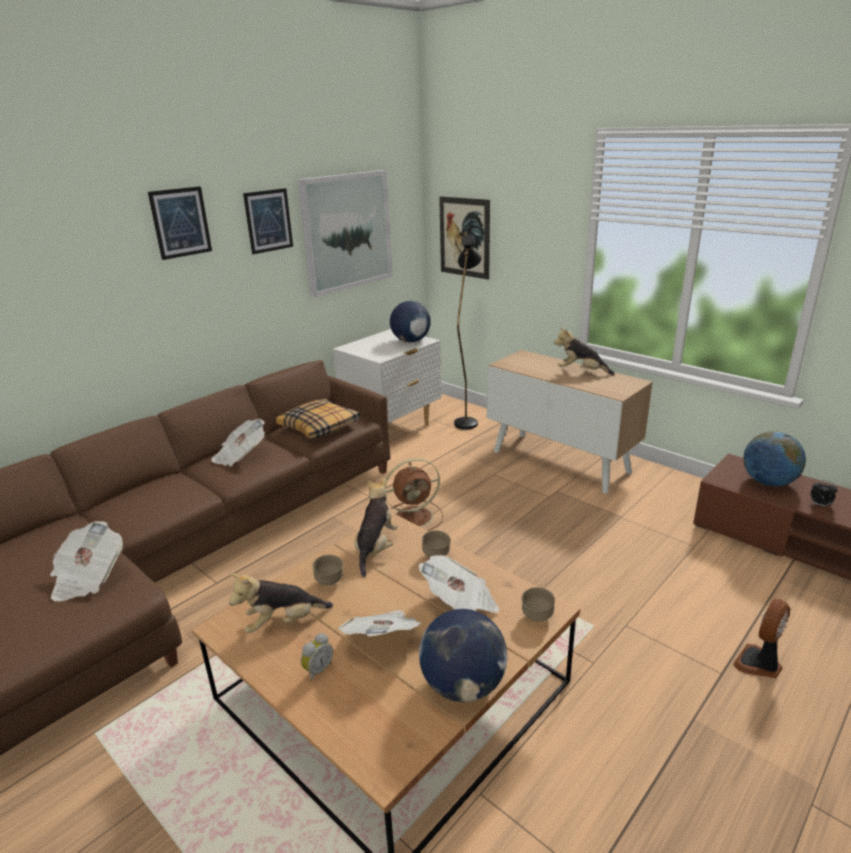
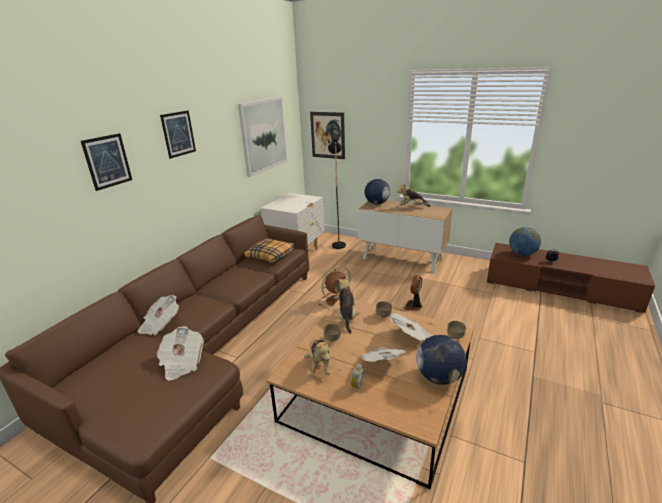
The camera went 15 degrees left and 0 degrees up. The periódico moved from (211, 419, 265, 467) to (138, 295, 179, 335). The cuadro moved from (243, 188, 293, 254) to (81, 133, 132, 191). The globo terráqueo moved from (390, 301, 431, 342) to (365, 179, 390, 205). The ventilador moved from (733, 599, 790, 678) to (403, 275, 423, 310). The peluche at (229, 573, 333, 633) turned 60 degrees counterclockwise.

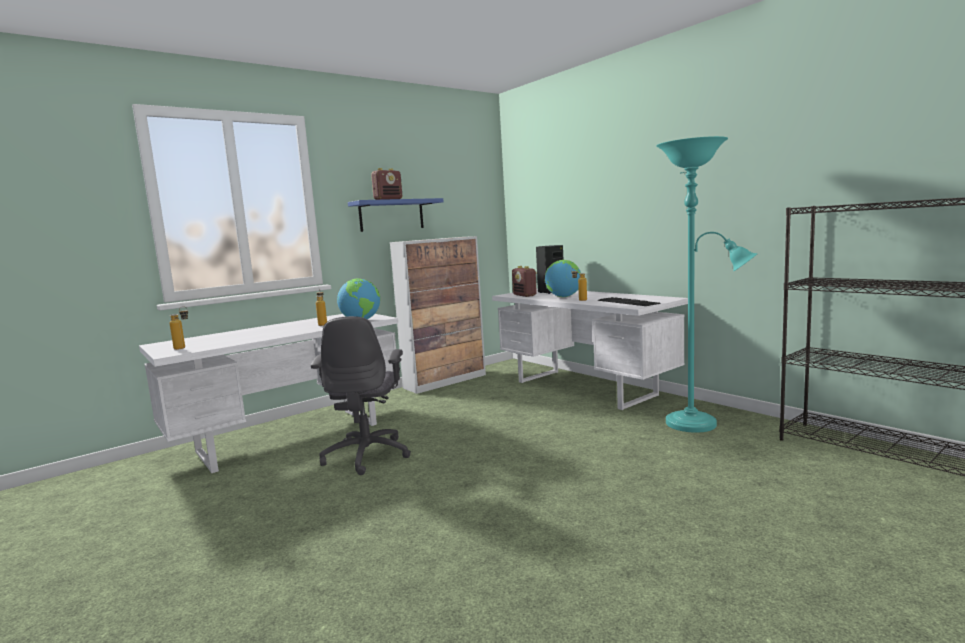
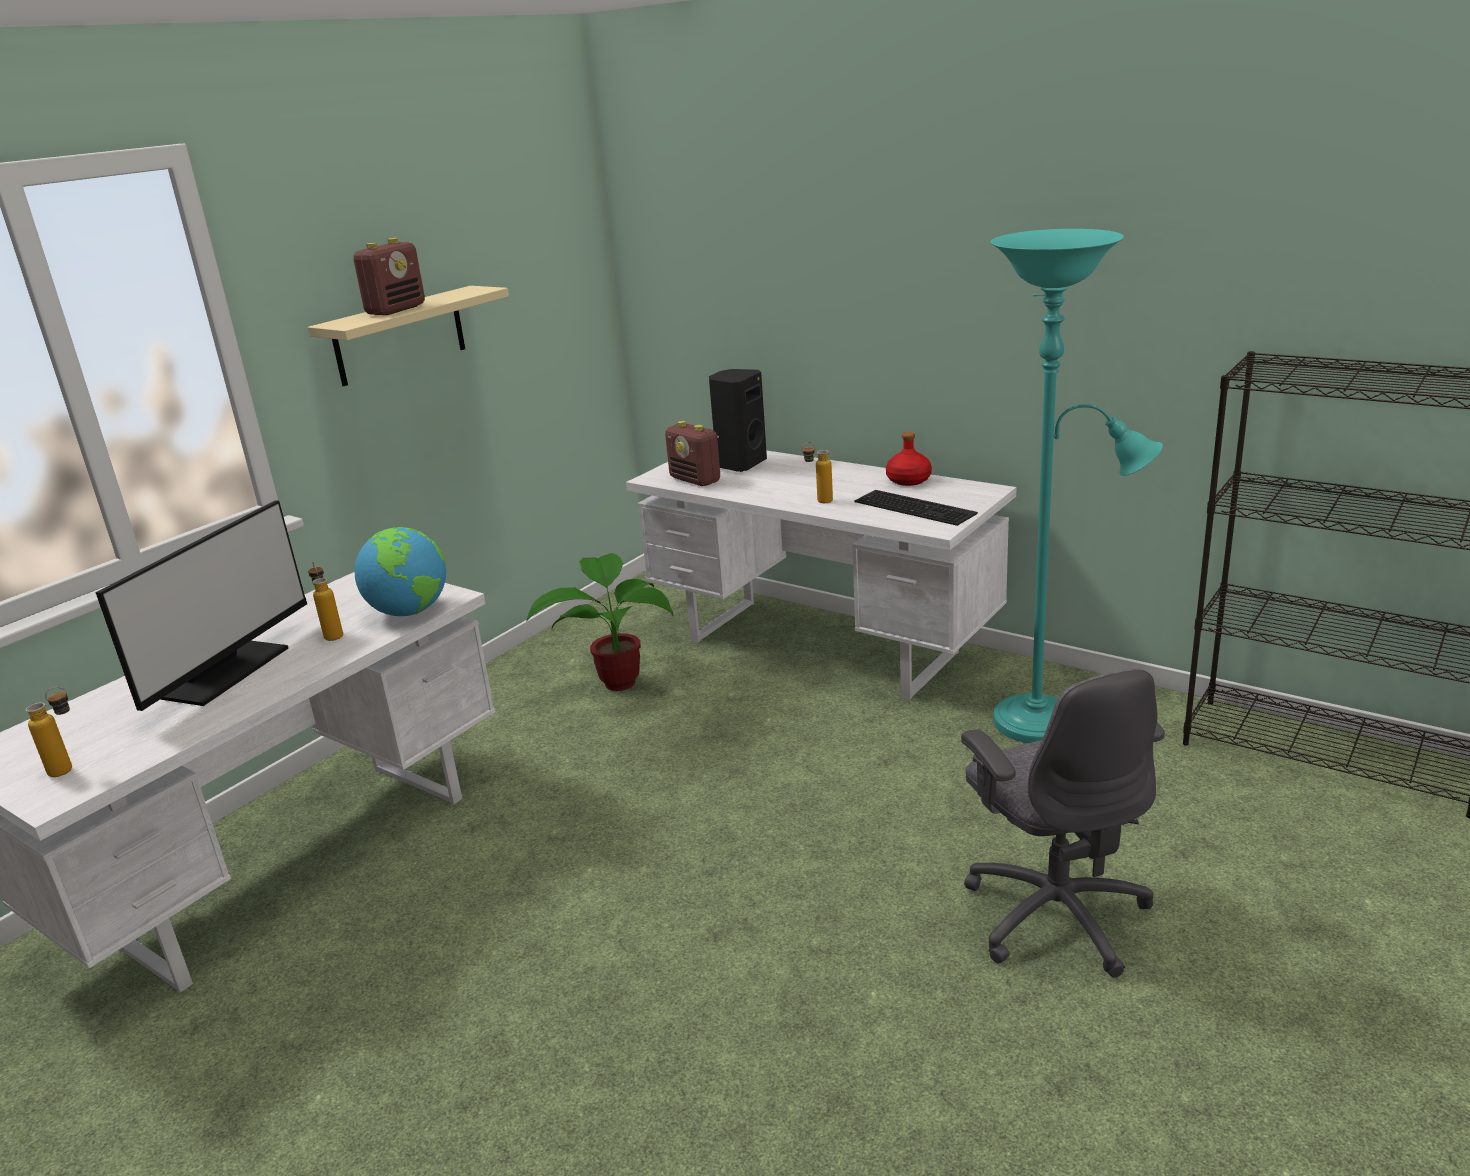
The camera went 15 degrees left and 15 degrees up. The armario at (390, 236, 486, 394) disappeared. The globo terráqueo at (545, 260, 581, 297) disappeared. The monitor at (95, 500, 307, 711) appeared. The planta en maceta at (526, 553, 673, 691) appeared. The botella [rojo] at (886, 432, 932, 486) appeared. The silla de oficina [gris] moved from (311, 316, 411, 475) to (961, 668, 1165, 977). The estante [azul] at (348, 198, 443, 232) became the estante [beis] at (307, 286, 509, 386).

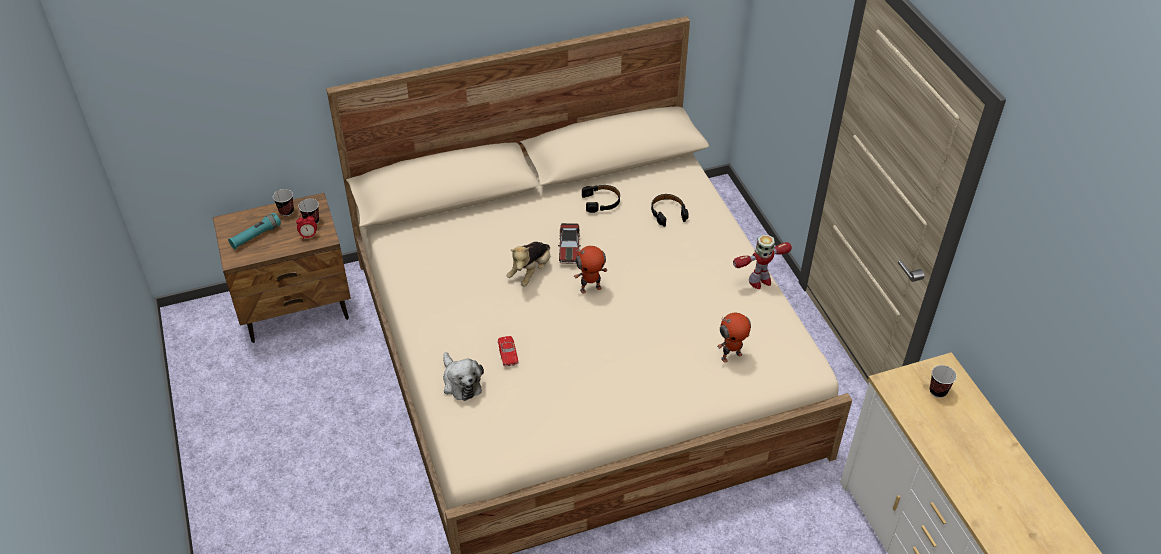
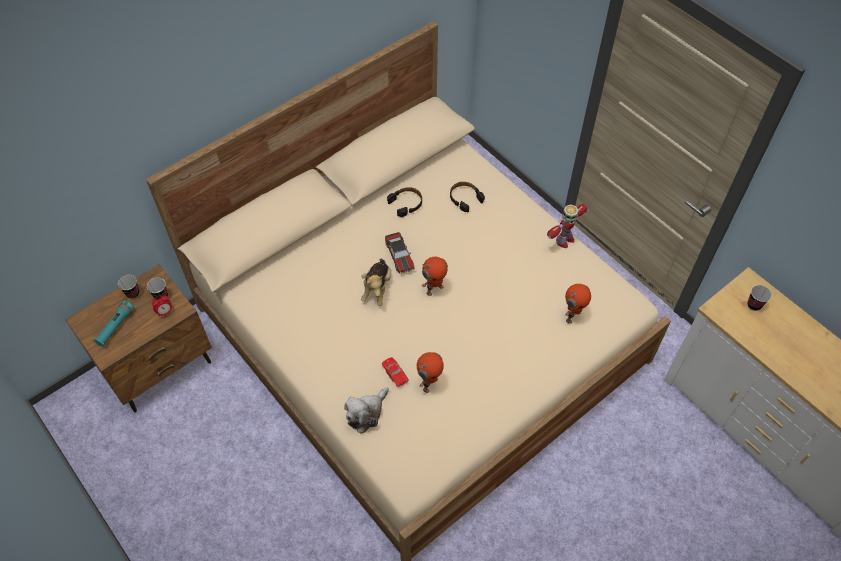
The camera went 20 degrees left and 10 degrees up. The robot de juguete at (417, 352, 444, 393) appeared. The peluche at (443, 352, 484, 401) turned 90 degrees clockwise.

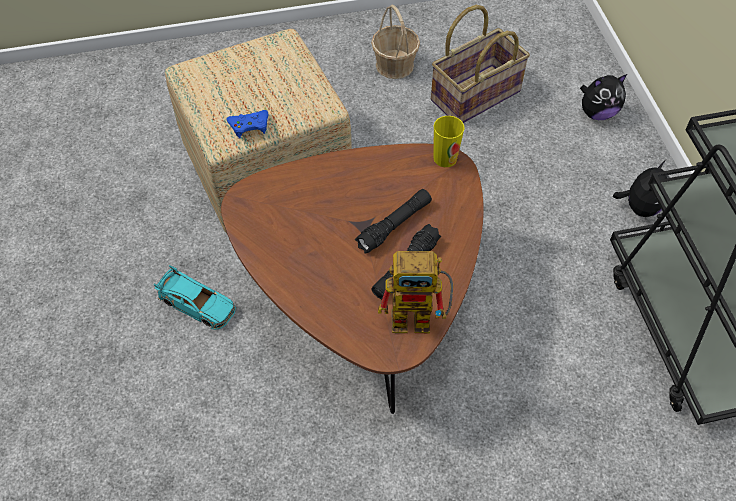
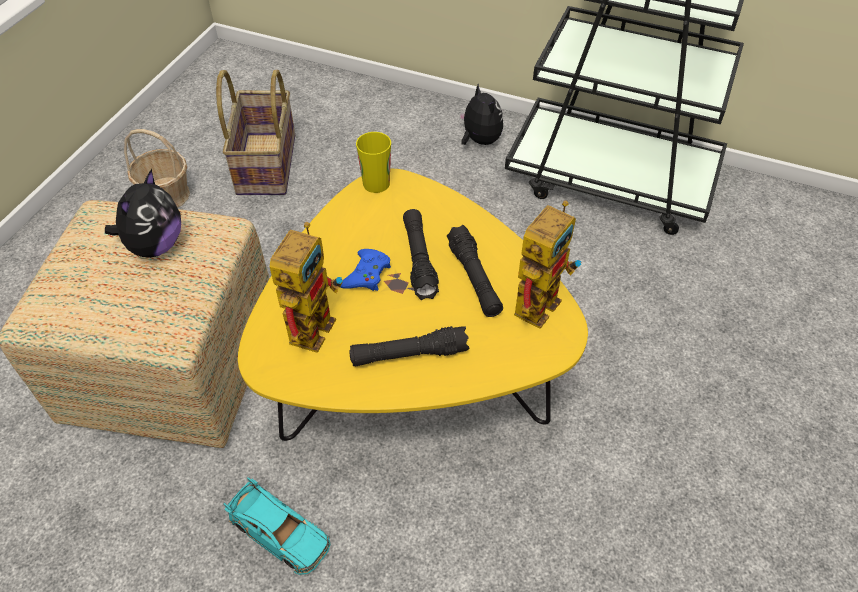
The camera went 55 degrees left and 5 degrees down. The robot de juguete at (270, 222, 343, 353) appeared. The linterna [negro] at (349, 326, 469, 366) appeared. The mando de consola [azul] moved from (227, 110, 268, 138) to (340, 249, 391, 291). The peluche moved from (580, 74, 627, 120) to (105, 169, 181, 258). The mesa de centro [marrón] at (221, 143, 484, 414) became the mesa de centro [amarillo] at (238, 169, 588, 441). The coche de juguete [turquesa] at (154, 265, 236, 330) turned 60 degrees clockwise.

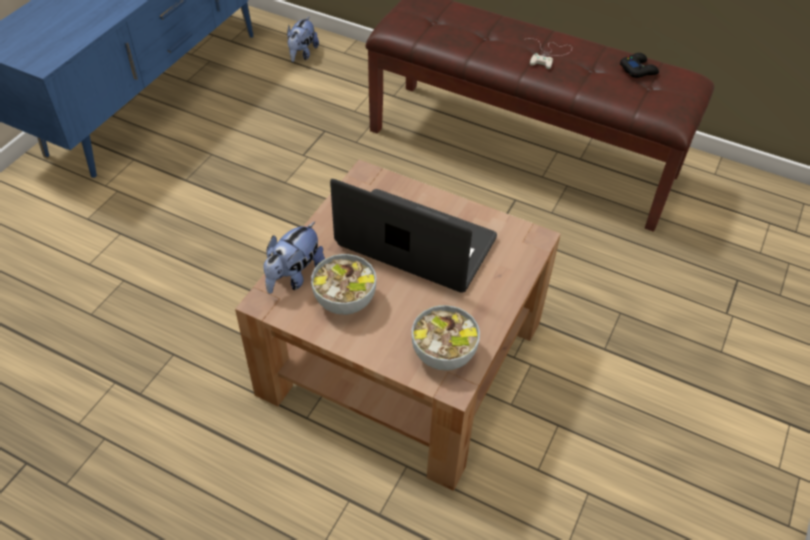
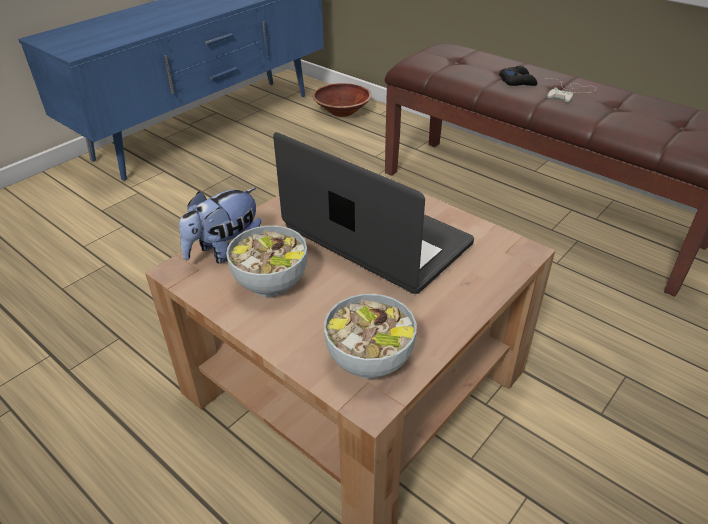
The camera went 15 degrees right and 10 degrees down. The mando de consola [negro] moved from (620, 53, 659, 78) to (499, 66, 537, 86). The peluche at (287, 17, 319, 62) was replaced by the cuenco [marrón] at (312, 83, 372, 117).

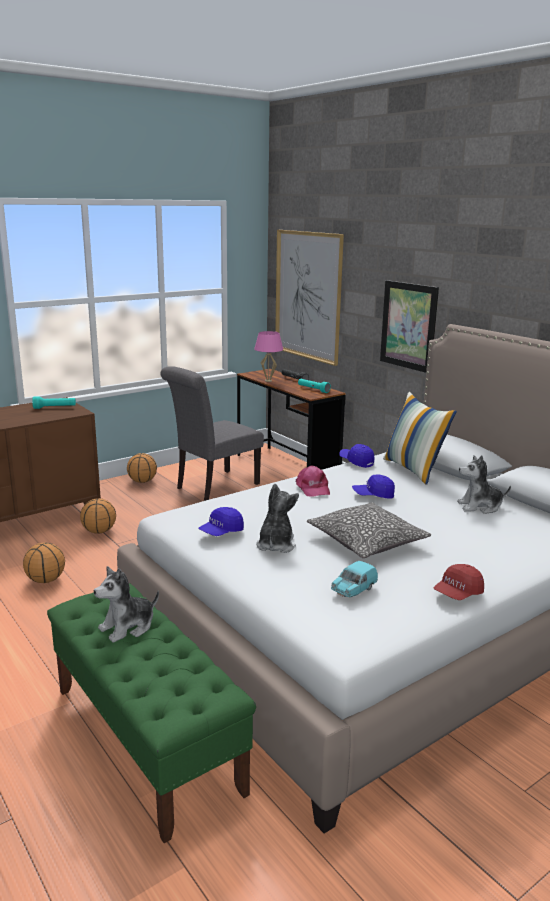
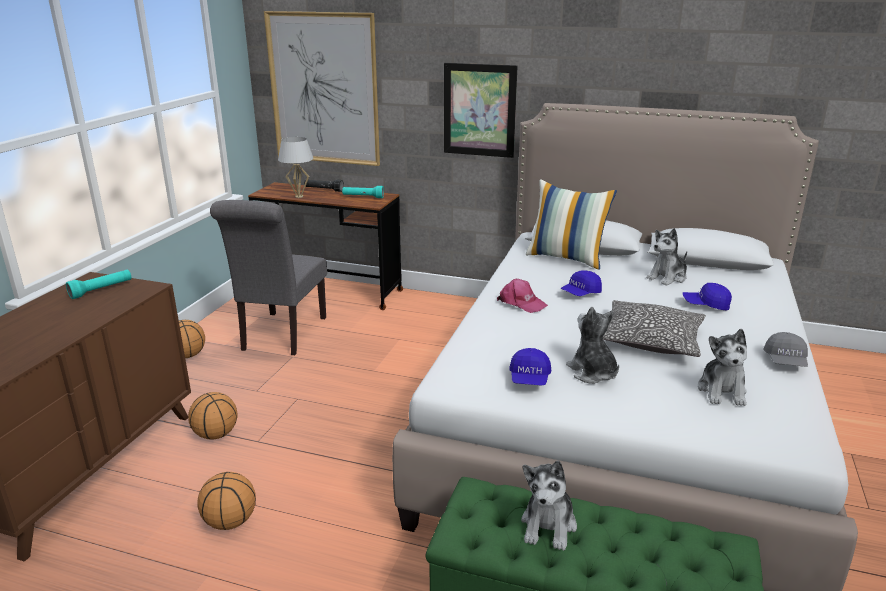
The camera went 35 degrees left and 5 degrees up. The gorra [azul] moved from (339, 444, 375, 468) to (682, 283, 732, 311). The coche de juguete [turquesa] at (331, 561, 378, 597) was replaced by the peluche at (698, 329, 747, 406). The lámpara de mesa [rosa] at (254, 331, 283, 382) became the lámpara de mesa [blanco] at (278, 137, 314, 198). The gorra [rojo] at (433, 564, 484, 600) became the gorra [gris] at (763, 332, 808, 367).

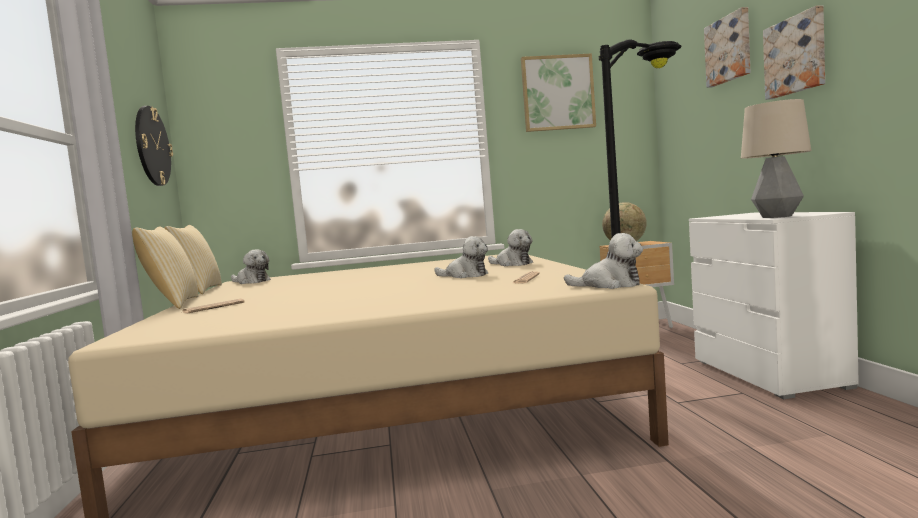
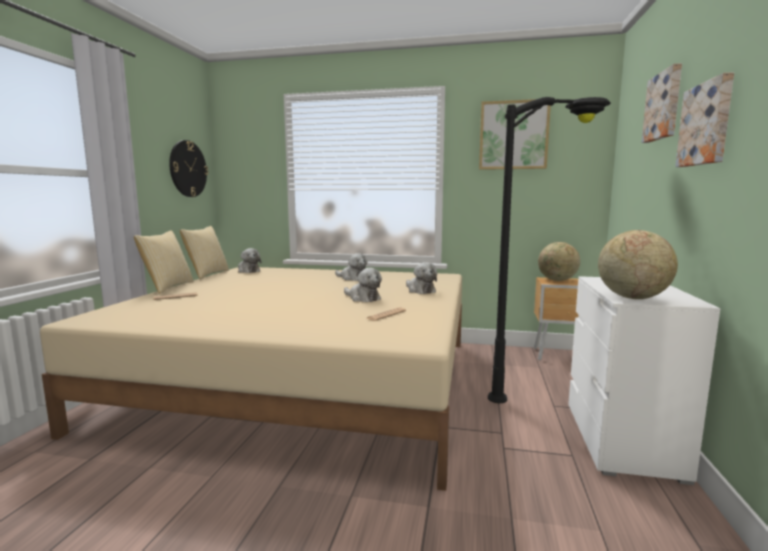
The camera went 20 degrees right and 5 degrees up. The peluche moved from (564, 233, 643, 289) to (335, 253, 367, 281). The lámpara de mesa at (741, 99, 811, 218) was replaced by the globo terráqueo at (598, 230, 678, 299).

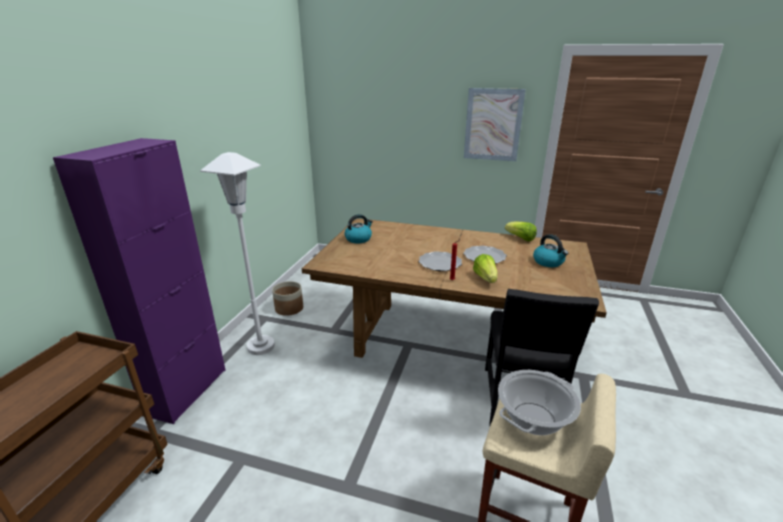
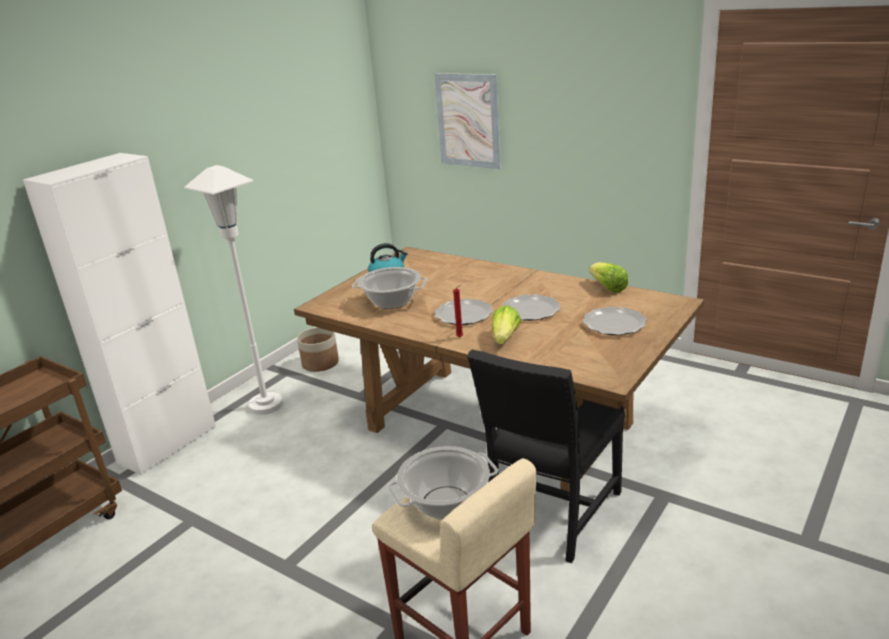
The camera went 20 degrees right and 0 degrees up. The olla at (352, 267, 428, 309) appeared. The cuadro moved from (464, 88, 526, 161) to (434, 73, 501, 169). The hervidor at (533, 234, 568, 267) was replaced by the plato at (583, 307, 647, 335). The armario [morado] at (53, 138, 226, 424) became the armario [blanco] at (23, 153, 216, 475).

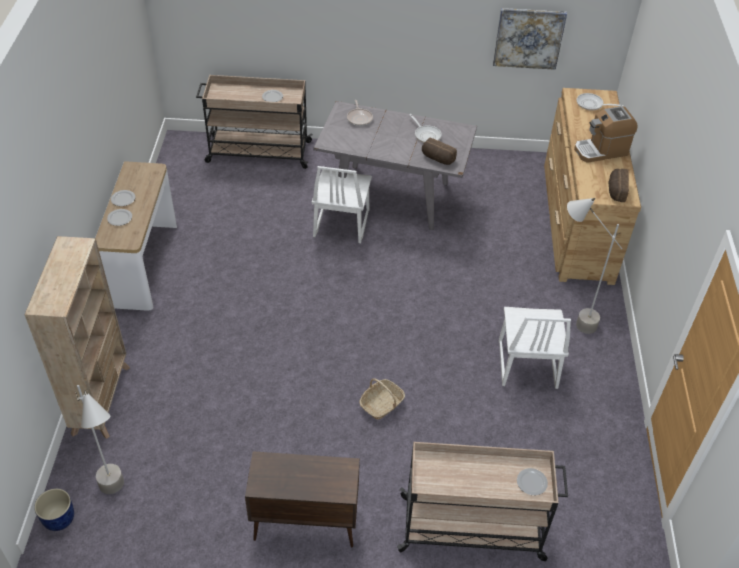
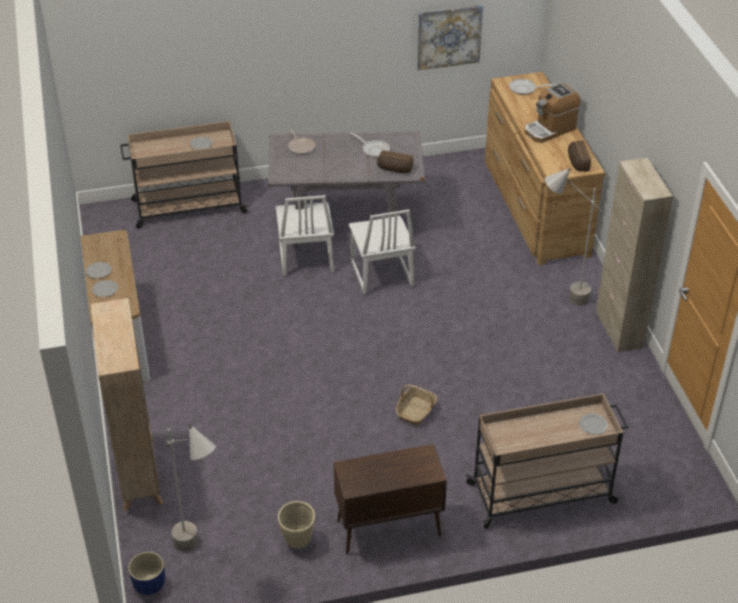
The camera went 15 degrees left and 5 degrees down. The maceta [beis] at (278, 501, 315, 549) appeared. The armario [beis] at (596, 158, 673, 352) appeared. The silla [blanco] moved from (499, 307, 571, 389) to (349, 210, 415, 294).

